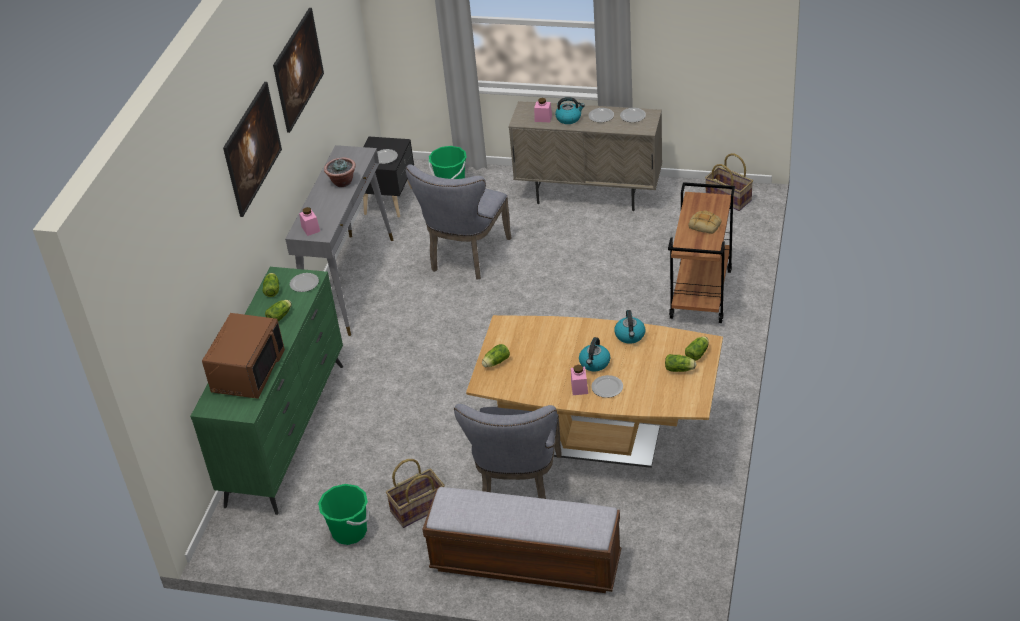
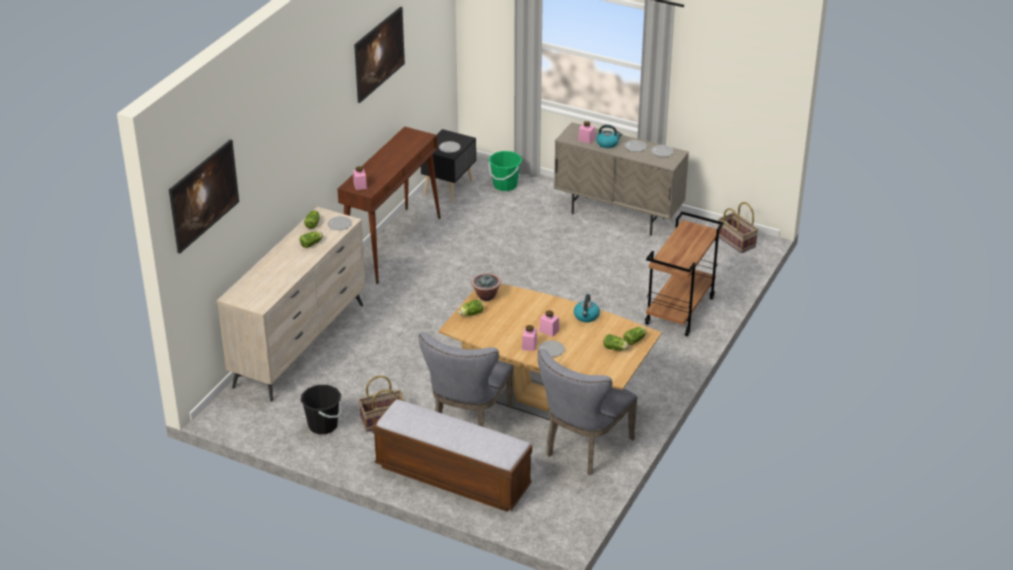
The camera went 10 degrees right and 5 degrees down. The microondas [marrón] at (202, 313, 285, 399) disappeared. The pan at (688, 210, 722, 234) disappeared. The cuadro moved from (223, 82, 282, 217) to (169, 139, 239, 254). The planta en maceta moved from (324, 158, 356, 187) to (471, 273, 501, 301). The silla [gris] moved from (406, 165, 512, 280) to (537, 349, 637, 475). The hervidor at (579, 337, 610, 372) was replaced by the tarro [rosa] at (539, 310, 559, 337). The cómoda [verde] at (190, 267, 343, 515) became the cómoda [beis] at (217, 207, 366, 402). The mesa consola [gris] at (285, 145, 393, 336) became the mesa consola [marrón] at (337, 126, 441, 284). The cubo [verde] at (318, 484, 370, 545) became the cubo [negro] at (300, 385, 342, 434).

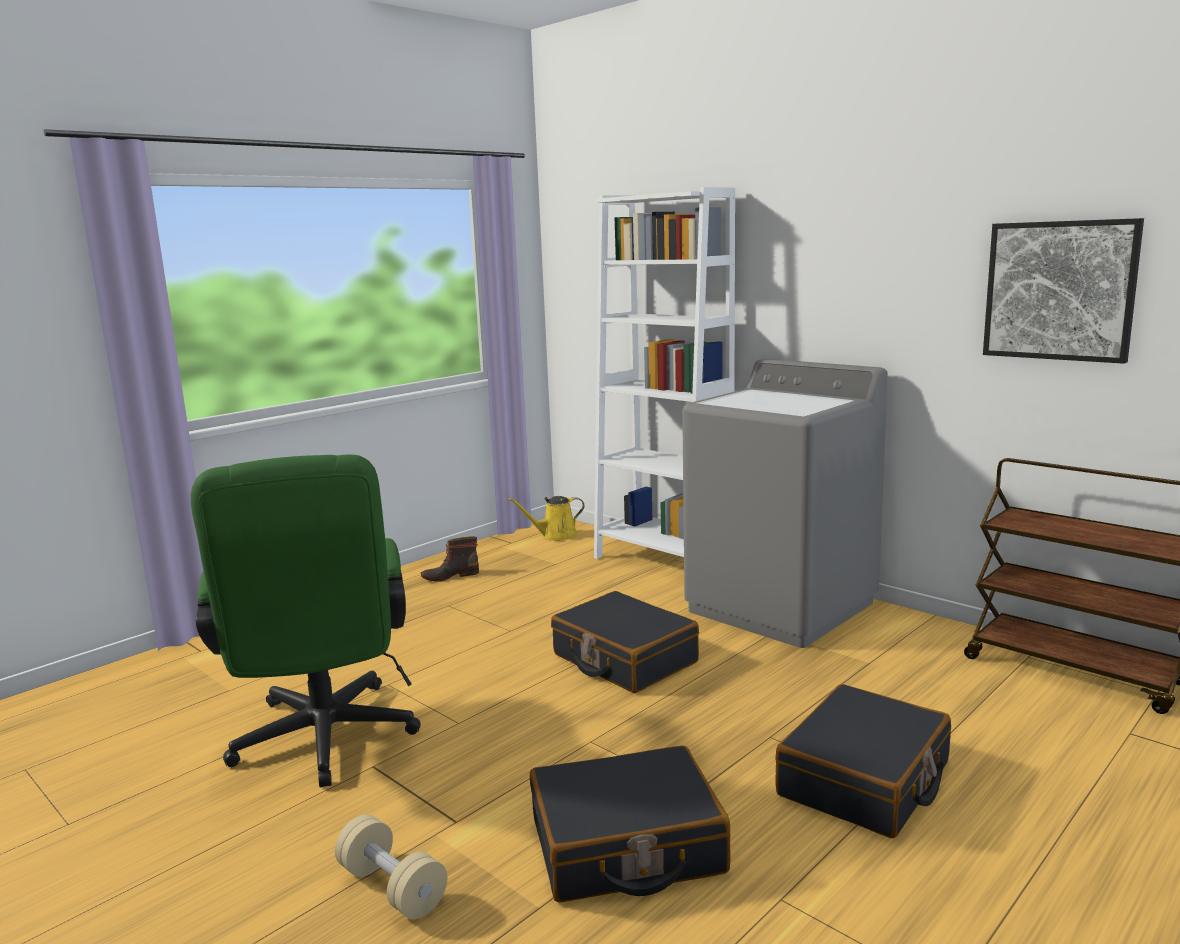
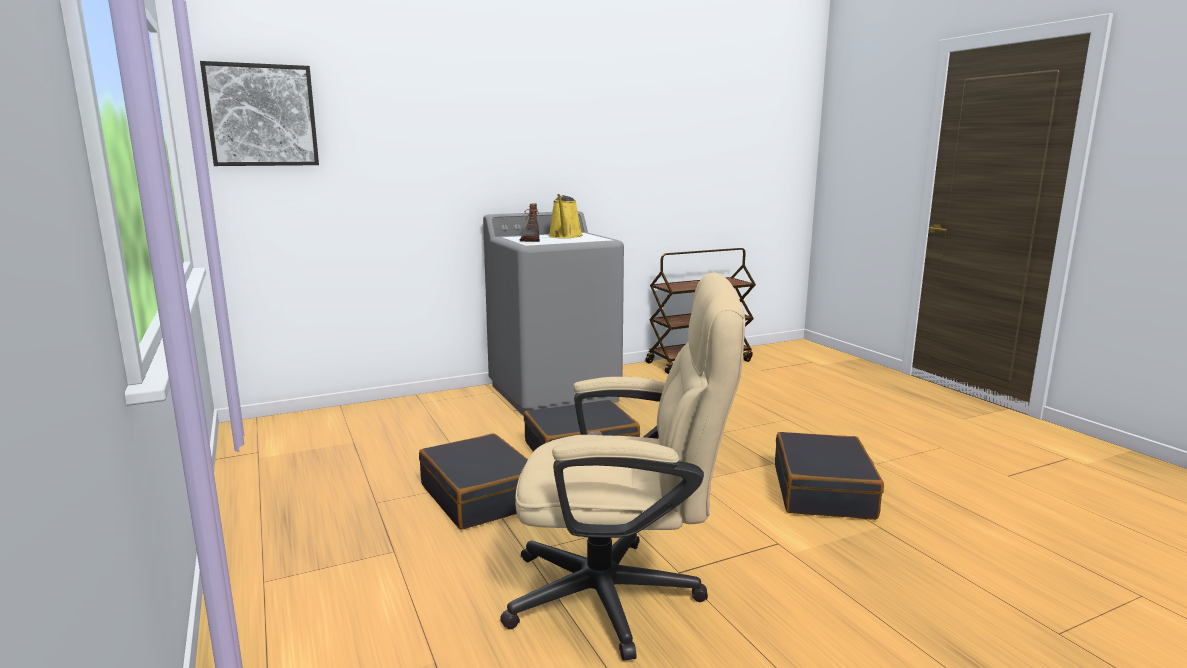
The camera went 70 degrees left and 0 degrees up. The mancuerna [beis] at (335, 814, 447, 919) disappeared. The estantería [blanco] at (594, 187, 735, 559) disappeared. The bota moved from (421, 536, 479, 582) to (520, 204, 540, 242). The regadera [amarillo] moved from (508, 496, 585, 540) to (548, 194, 583, 238). The maleta [negro] moved from (775, 684, 951, 838) to (419, 433, 528, 530). The cuadro moved from (983, 218, 1144, 364) to (200, 61, 319, 166). The silla de oficina [verde] at (191, 454, 421, 787) became the silla de oficina [beis] at (500, 272, 745, 661).

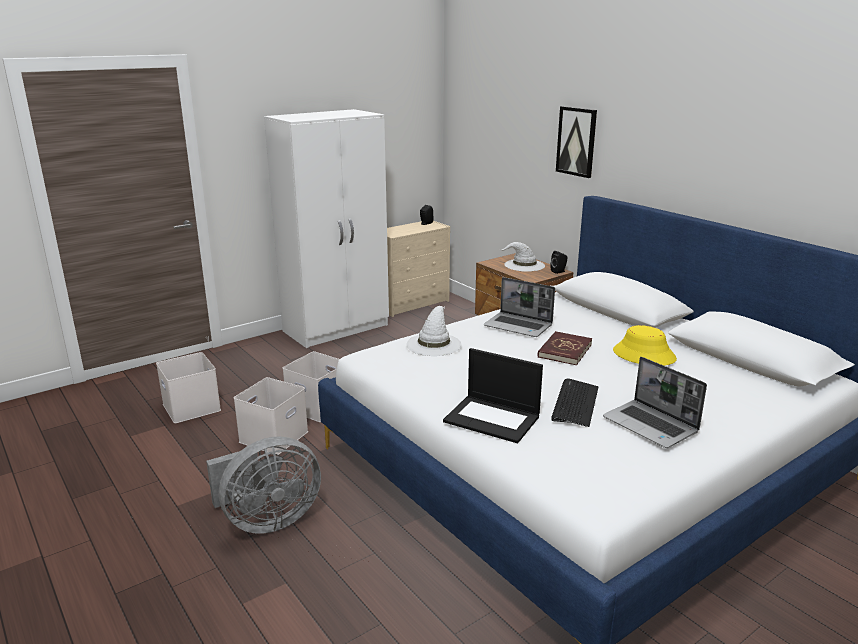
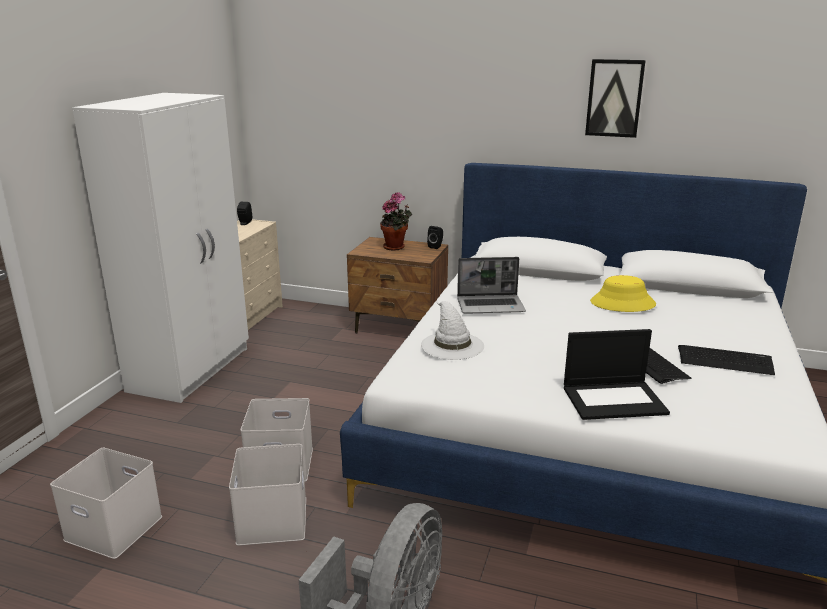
The camera went 35 degrees left and 0 degrees up. The libro [rojo] at (537, 331, 592, 365) disappeared. The cuadro moved from (556, 106, 597, 178) to (585, 59, 646, 138). The sombrero [blanco] at (501, 242, 545, 272) was replaced by the planta en maceta at (380, 193, 412, 251). The portátil at (603, 357, 707, 448) was replaced by the teclado at (678, 345, 775, 375).

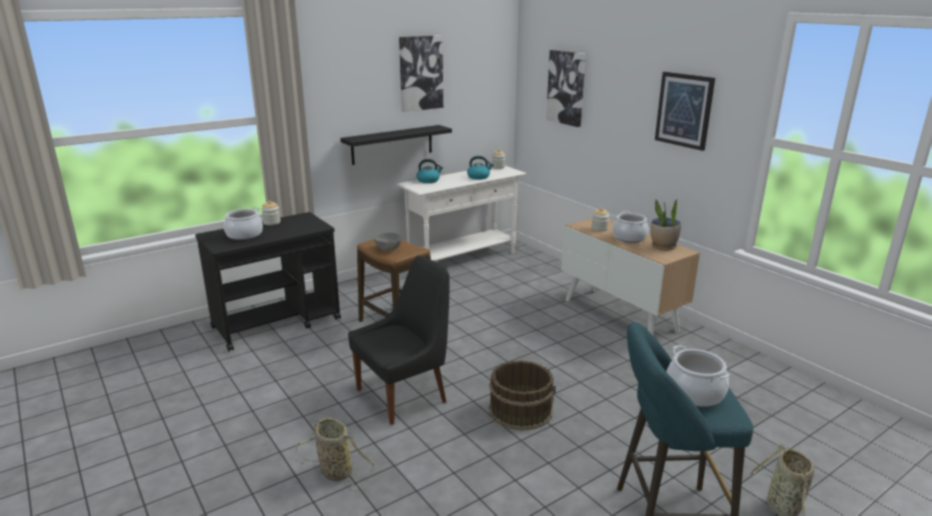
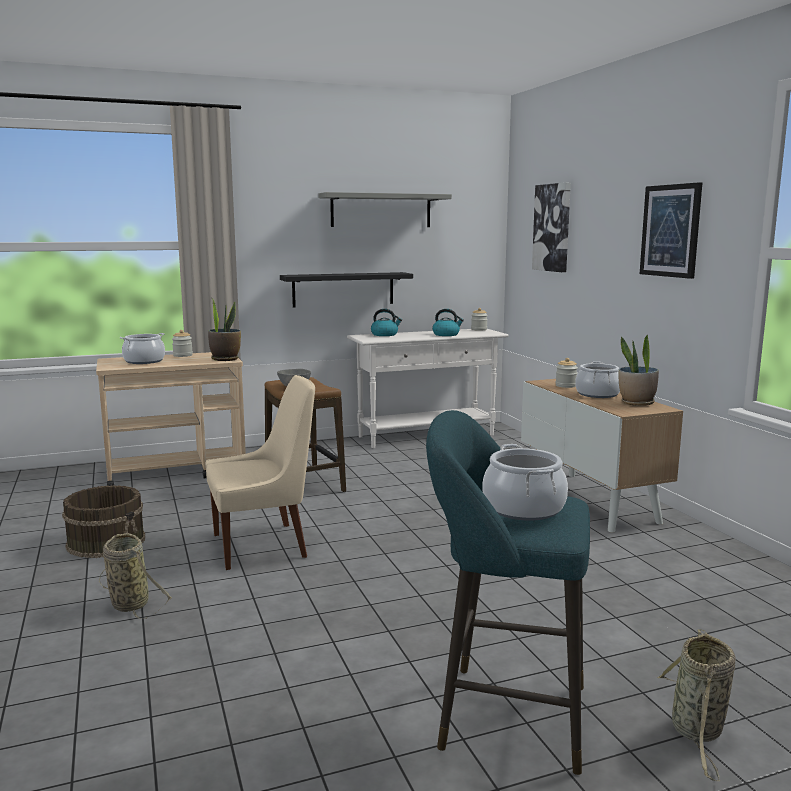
The camera went 15 degrees right and 10 degrees down. The planta en maceta at (208, 299, 241, 361) appeared. The cubo [marrón] moved from (489, 360, 556, 431) to (62, 485, 145, 558). The cuadro at (399, 35, 443, 112) was replaced by the estante [gris] at (318, 192, 452, 227). The carrito [negro] at (195, 212, 341, 351) became the carrito [beis] at (96, 352, 246, 486). The silla [negro] at (348, 256, 450, 425) became the silla [beis] at (206, 375, 315, 570).

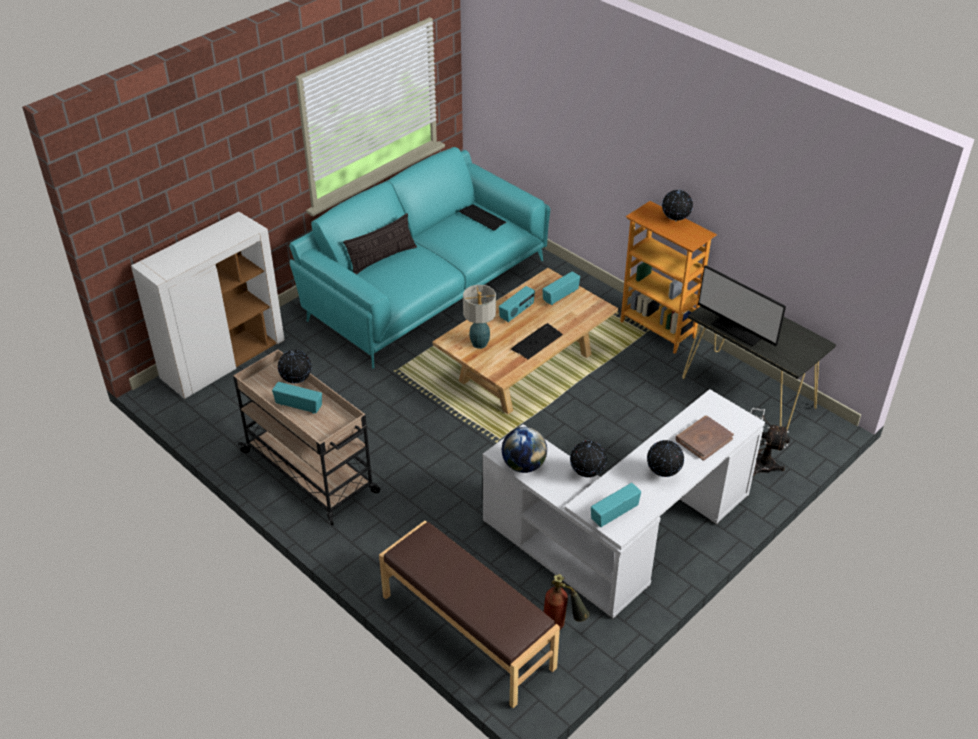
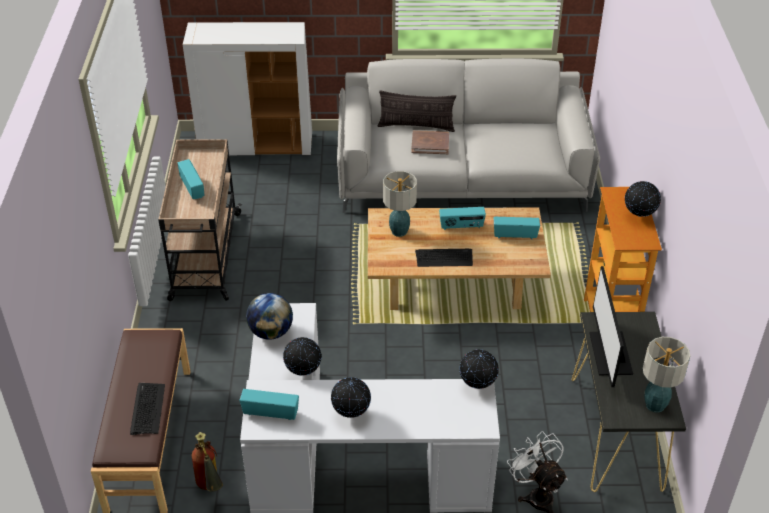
The camera went 45 degrees right and 0 degrees up. The lámpara de mesa at (643, 337, 690, 413) appeared. The globo terráqueo moved from (278, 350, 312, 383) to (459, 349, 499, 389). The teclado moved from (459, 204, 507, 231) to (130, 383, 165, 435). The libro [marrón] moved from (676, 416, 734, 461) to (411, 130, 449, 154). The sofá [turquesa] at (289, 147, 550, 368) became the sofá [gris] at (337, 59, 600, 213).

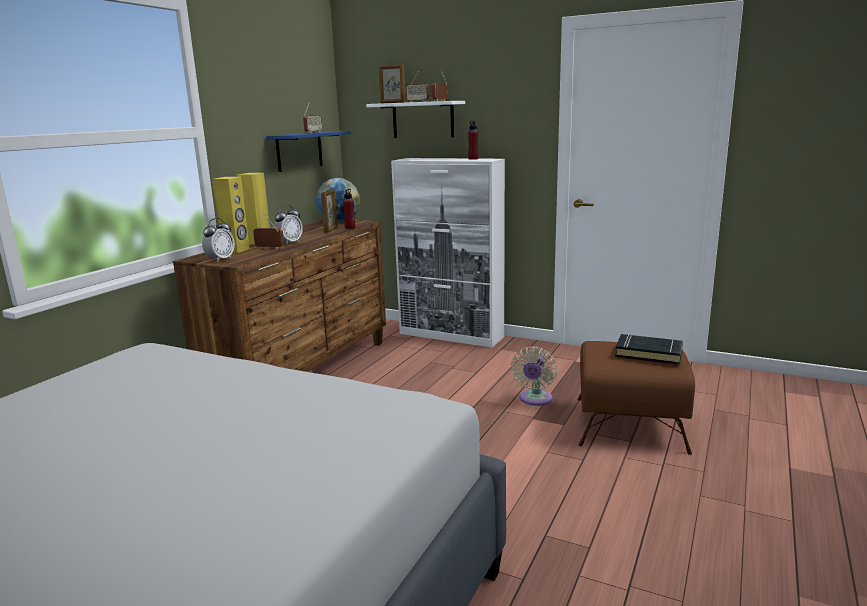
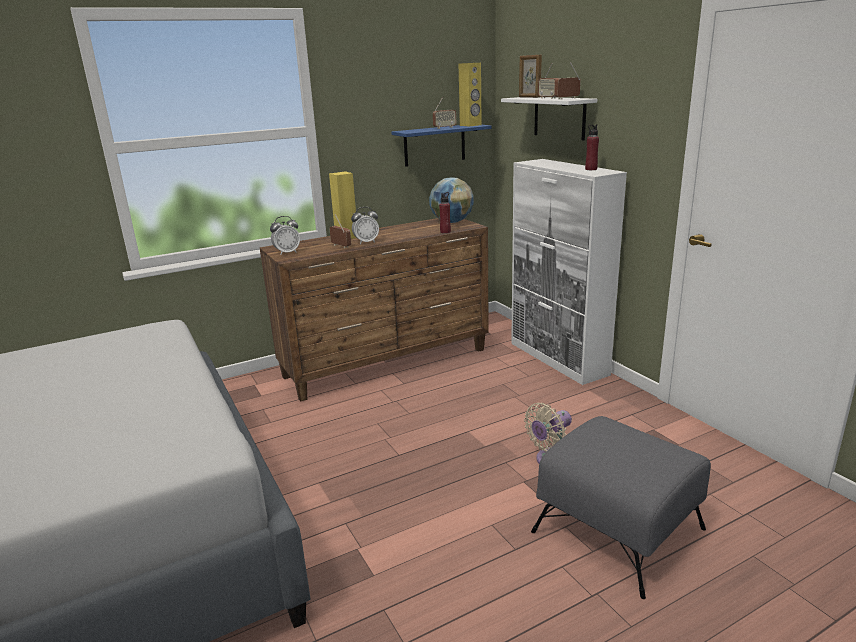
The camera went 35 degrees right and 5 degrees up. The portarretratos at (321, 189, 338, 233) disappeared. The libro [negro] at (615, 334, 683, 365) disappeared. The altavoz [amarillo] moved from (212, 177, 250, 253) to (459, 63, 481, 126). The puf [marrón] at (577, 341, 695, 455) became the puf [gris] at (531, 416, 711, 599).

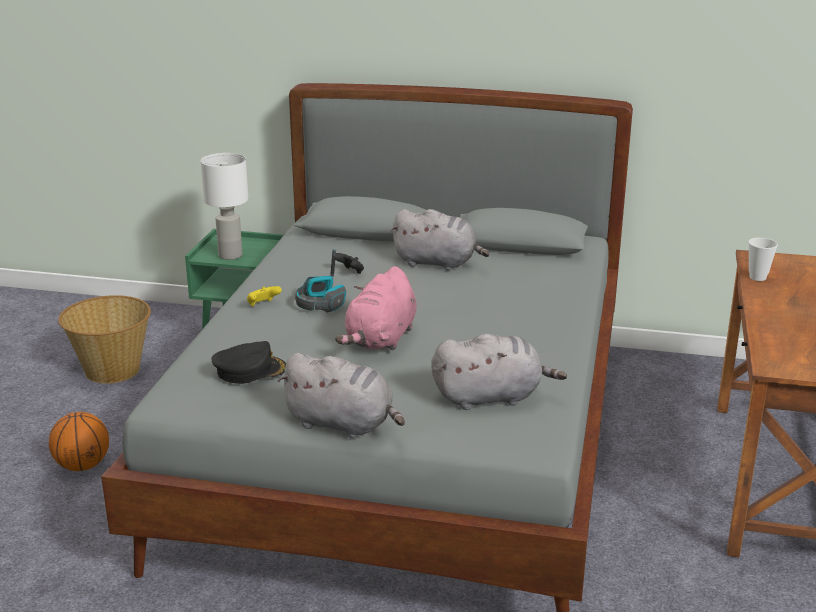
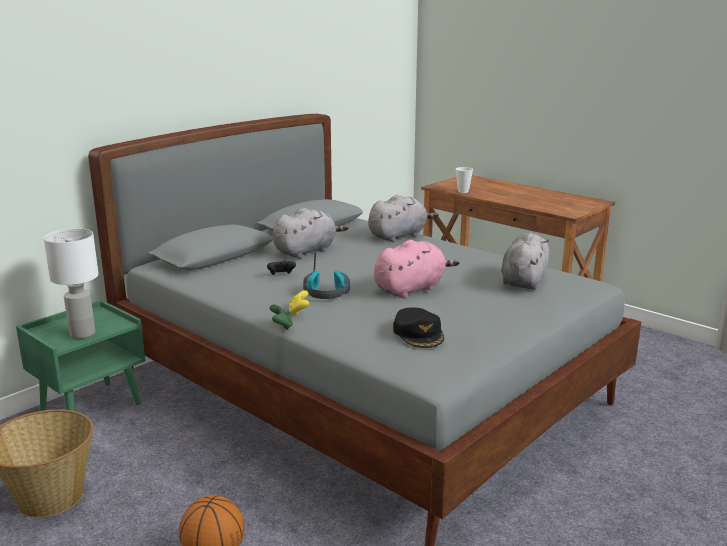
The camera went 60 degrees left and 5 degrees down. The mando de consola [verde] at (270, 305, 293, 330) appeared. The peluche [gris] moved from (277, 353, 405, 438) to (368, 195, 439, 242). The gorra [negro] at (211, 341, 286, 384) turned 150 degrees clockwise. The peluche [rosa] at (335, 266, 417, 351) turned 90 degrees counterclockwise.

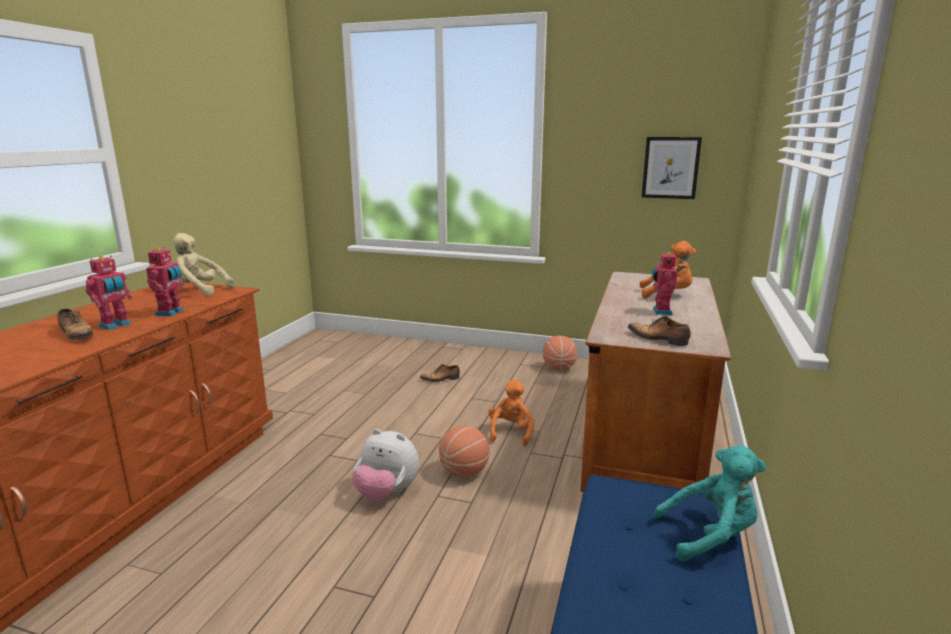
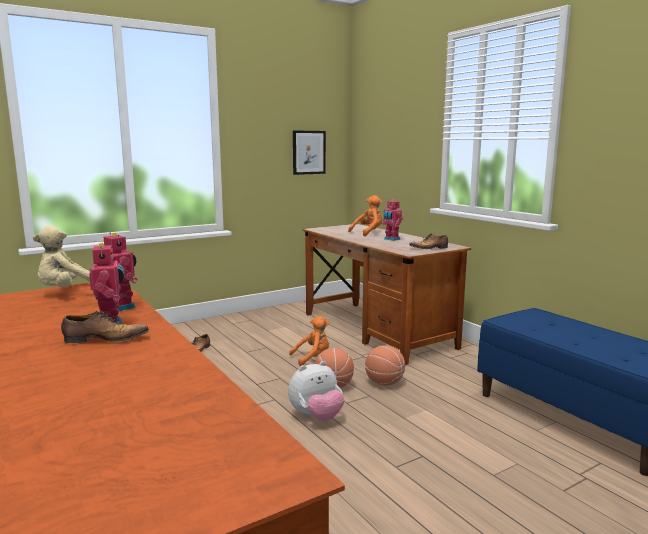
The camera went 50 degrees left and 5 degrees down. The peluche [turquesa] at (654, 446, 766, 562) disappeared. The balón de baloncesto moved from (543, 336, 577, 370) to (365, 345, 405, 386). The peluche [naranja] at (488, 379, 534, 446) turned 105 degrees clockwise.

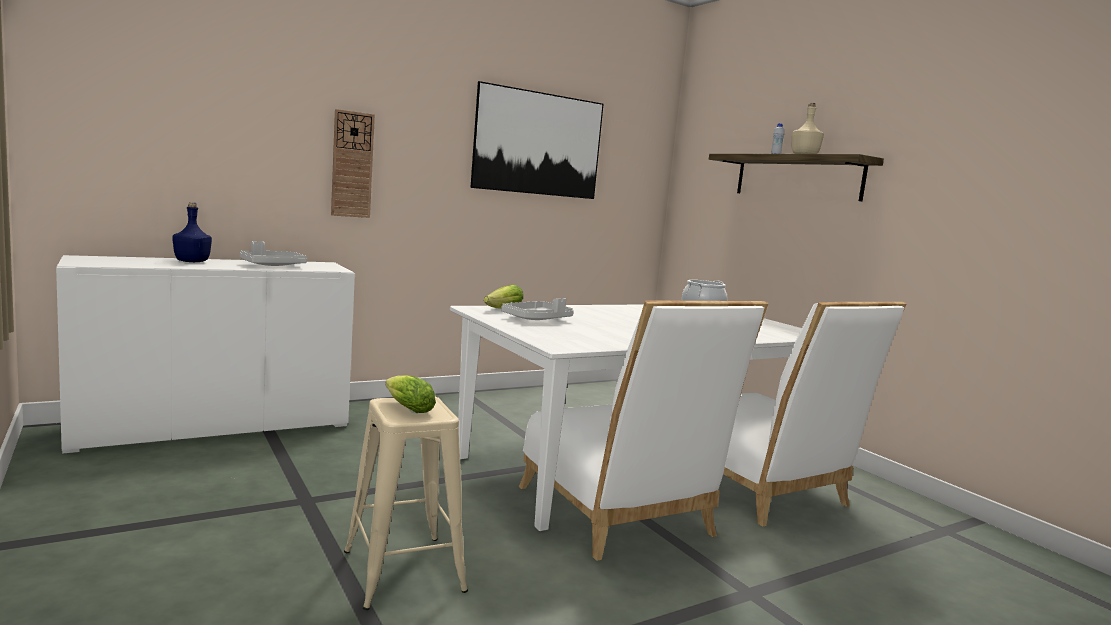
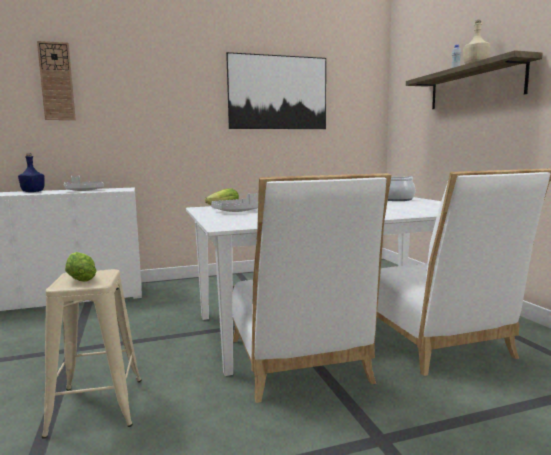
The camera went 15 degrees right and 0 degrees up. The reloj de pared moved from (331, 109, 375, 218) to (37, 41, 76, 120).

